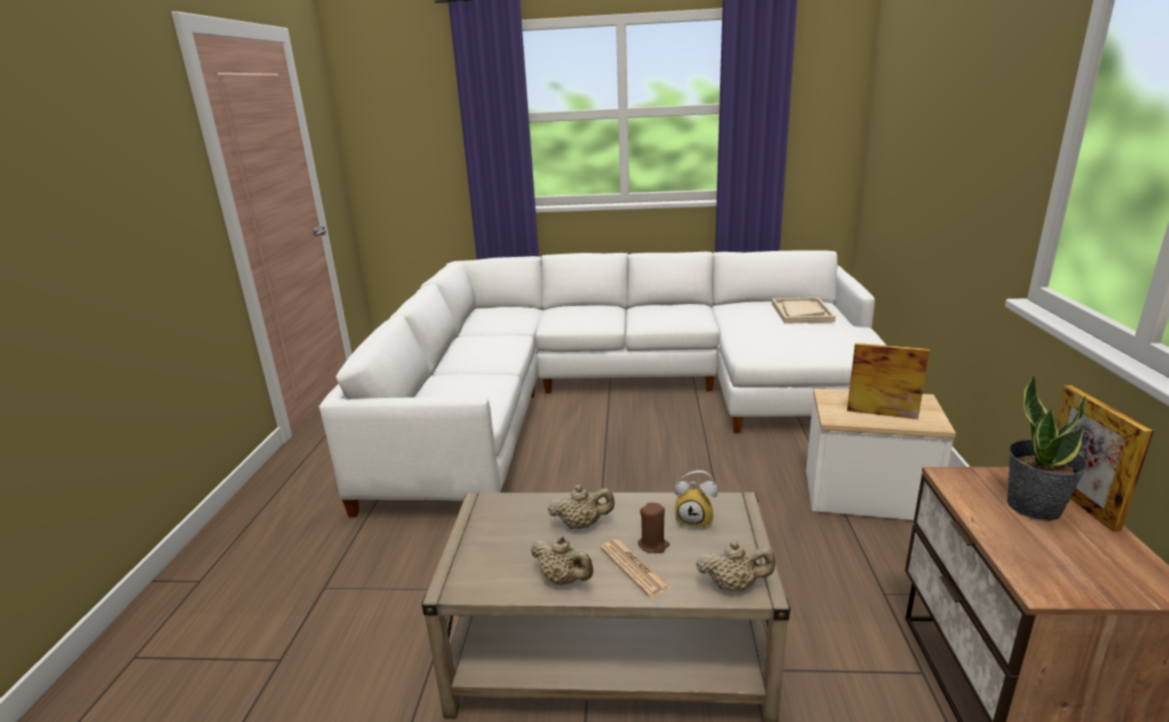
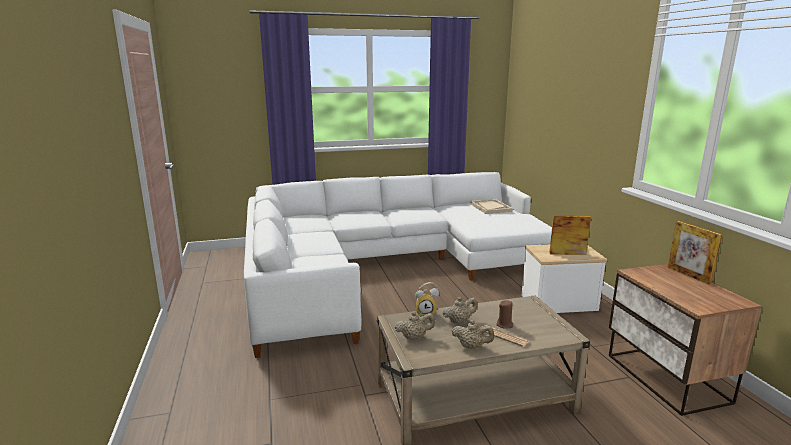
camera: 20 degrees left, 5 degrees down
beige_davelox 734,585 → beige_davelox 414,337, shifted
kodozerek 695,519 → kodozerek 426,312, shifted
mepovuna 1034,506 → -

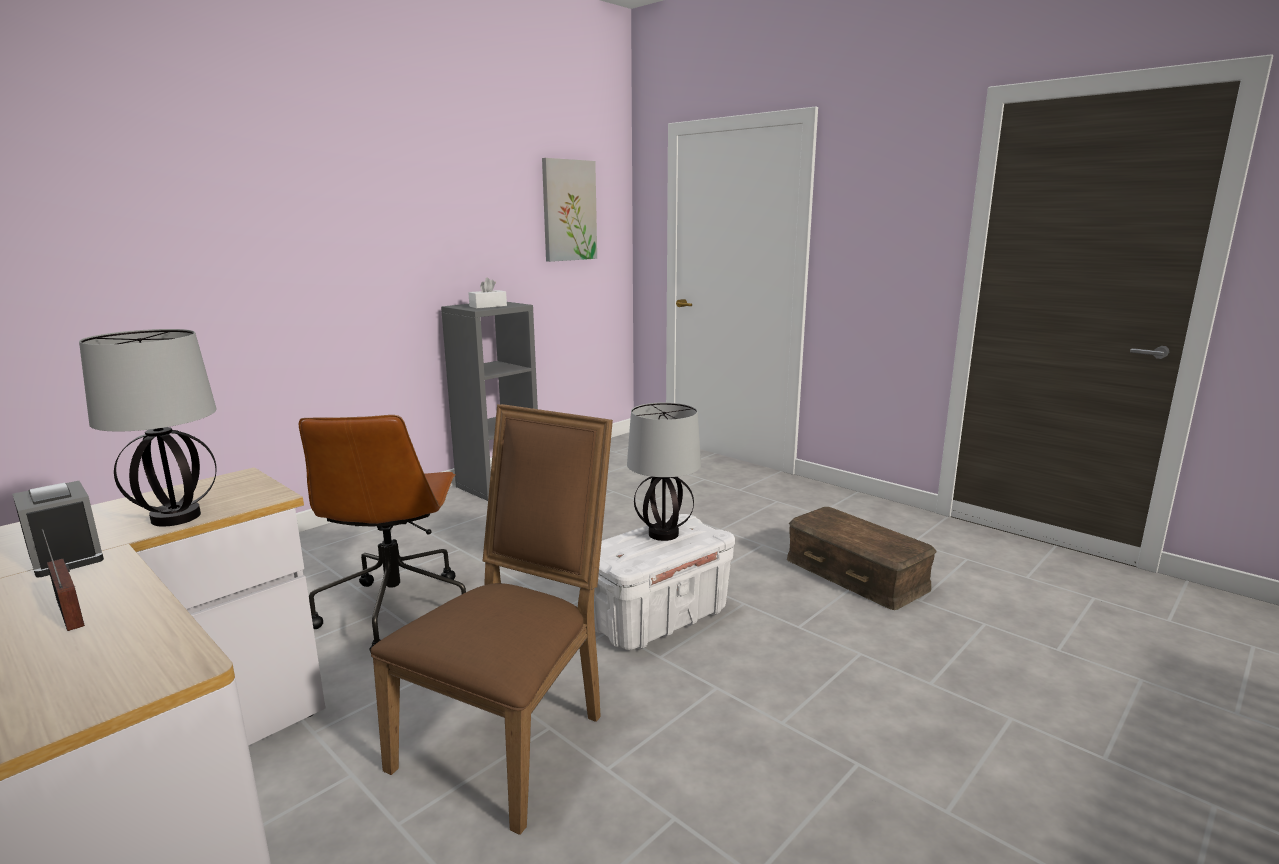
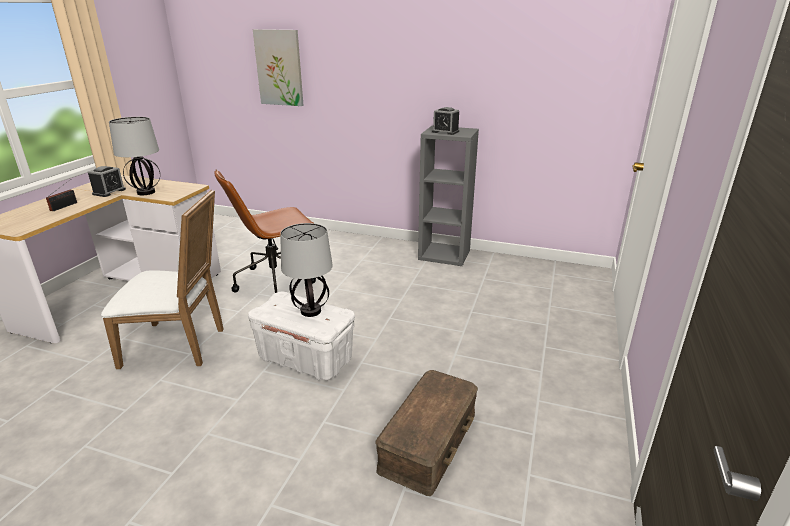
camera: 65 degrees right, 10 degrees up
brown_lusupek 511,737 → white_lusupek 180,346
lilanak 568,210 → lilanak 279,68, shifted
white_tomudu 488,306 → kodozerek 445,132

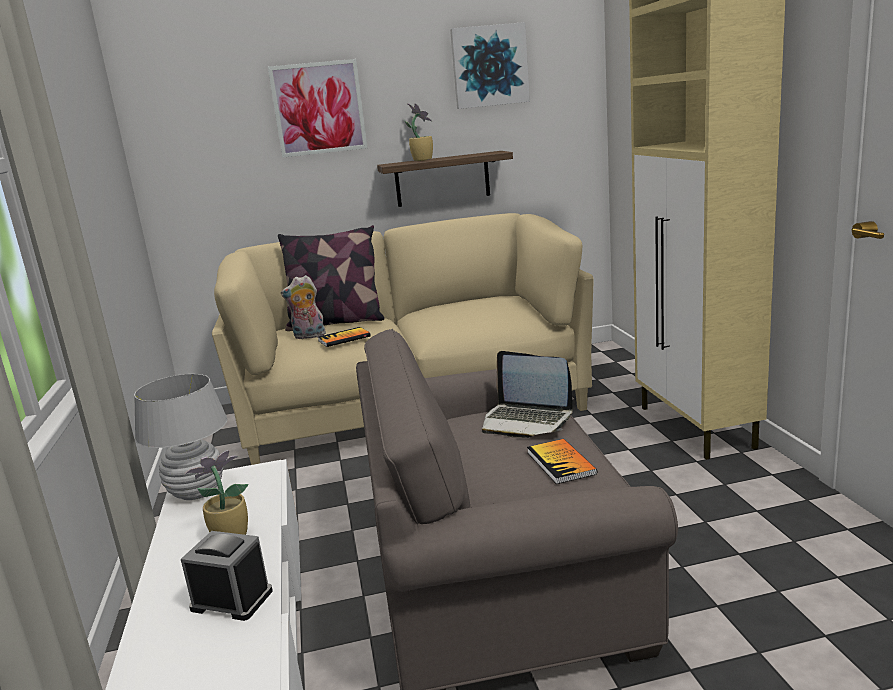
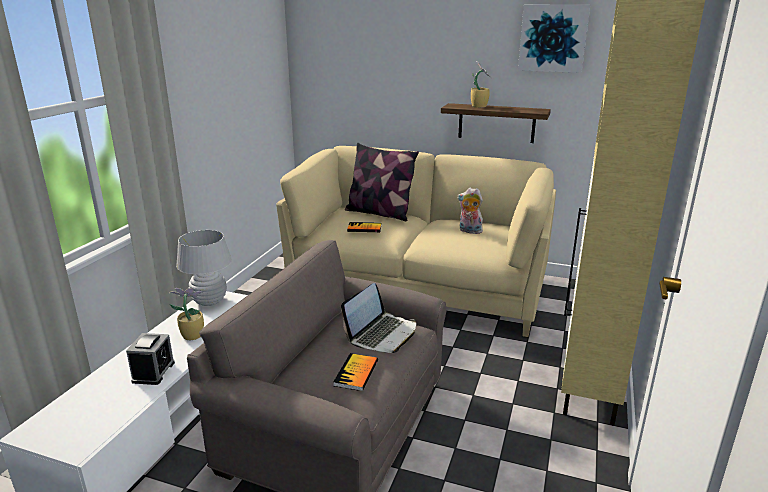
camera: 30 degrees right, 5 degrees up
kodozerek 231,600 → kodozerek 153,372, 45 degrees clockwise
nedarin 526,421 → nedarin 382,334, 120 degrees counterclockwise
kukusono 308,336 → kukusono 469,231, shifted
lilanak 318,108 → -

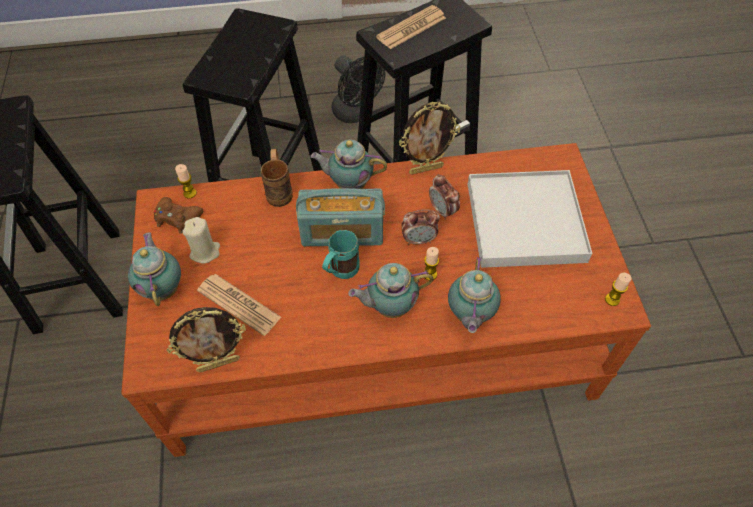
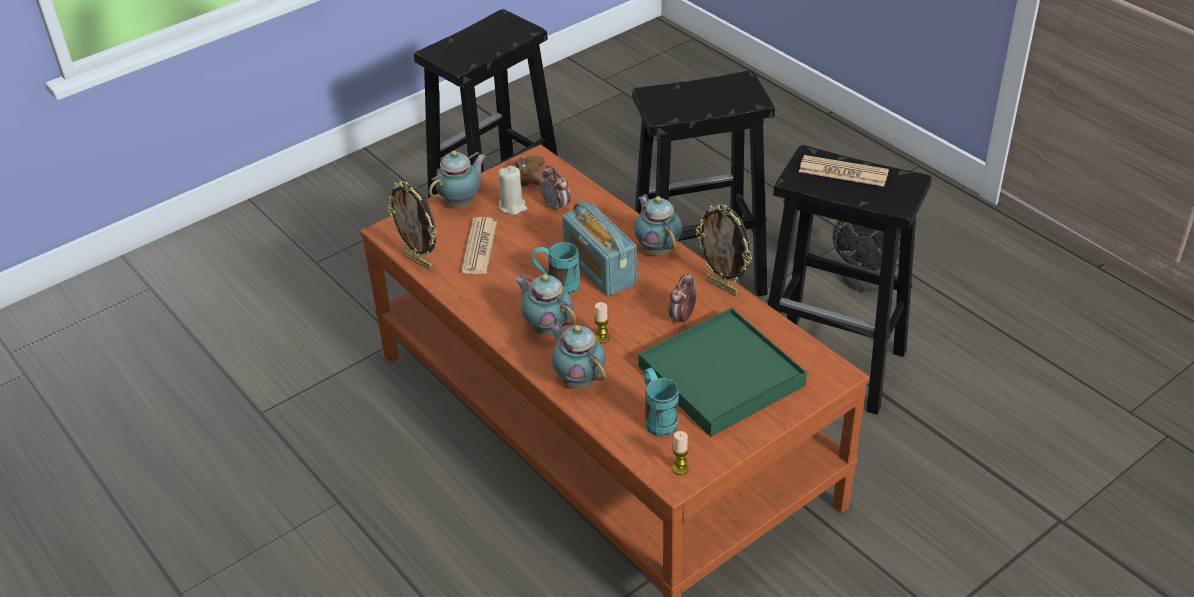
camera: 60 degrees right, 15 degrees down
kodozerek 419,240 → kodozerek 556,207, shifted
davelox 469,316 → davelox 578,380, 75 degrees clockwise
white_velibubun 525,222 → green_velibubun 720,376
- → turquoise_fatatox 658,419
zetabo 190,193 → -
brown_fatatox 279,191 → -

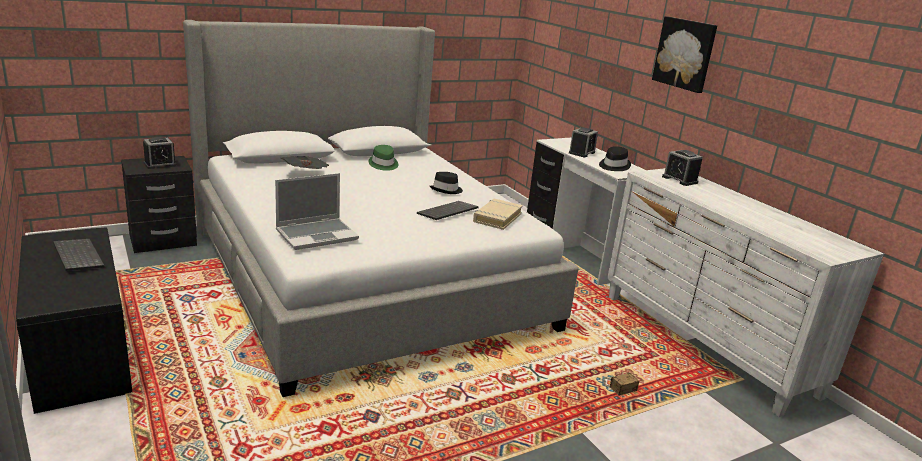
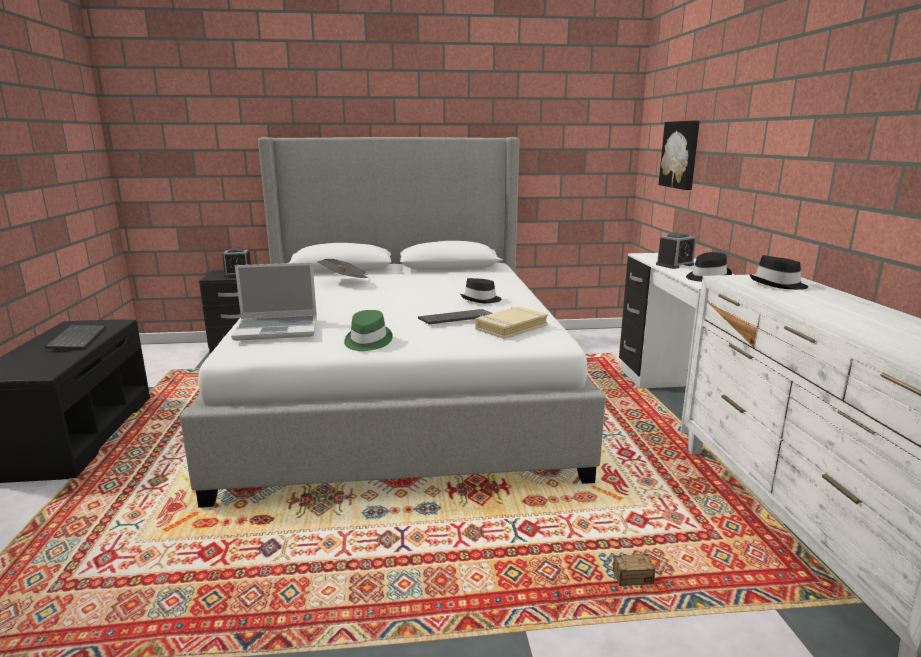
camera: 25 degrees right, 5 degrees down
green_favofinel 383,164 → green_favofinel 367,341, shifted
lilanak 685,54 → lilanak 681,154, shifted
kodozerek 679,180 → black_favofinel 778,285

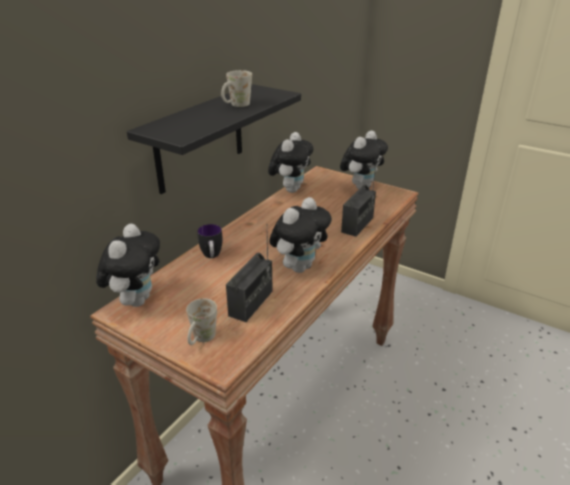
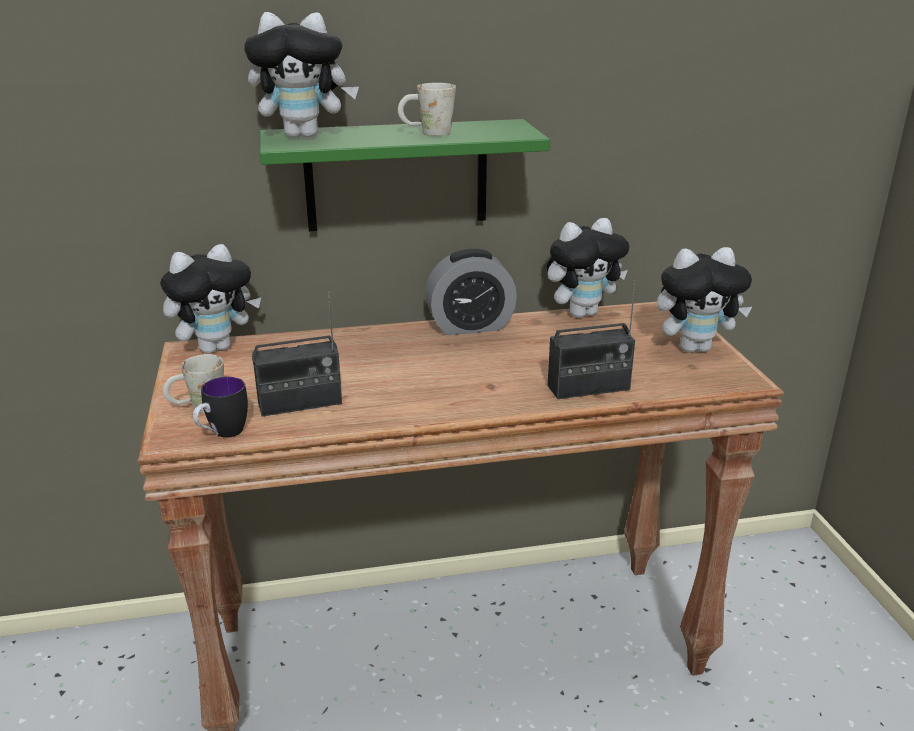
camera: 45 degrees right, 5 degrees down
fatatox 212,257 → fatatox 222,434, shifted
kukusono 299,267 → kukusono 305,136, shifted
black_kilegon 200,138 → green_kilegon 396,175
- → kodozerek 470,326

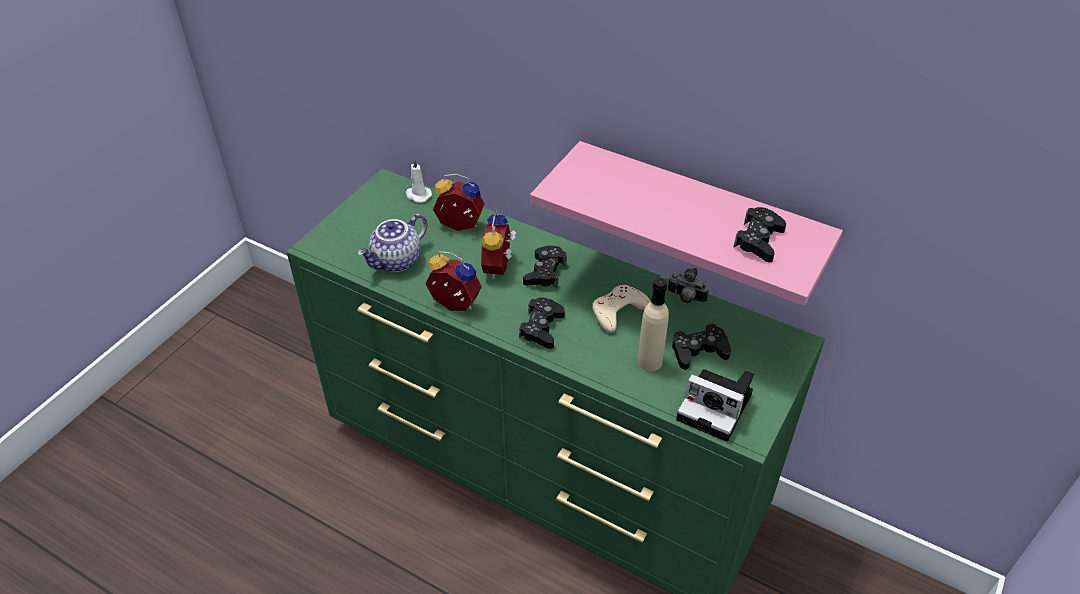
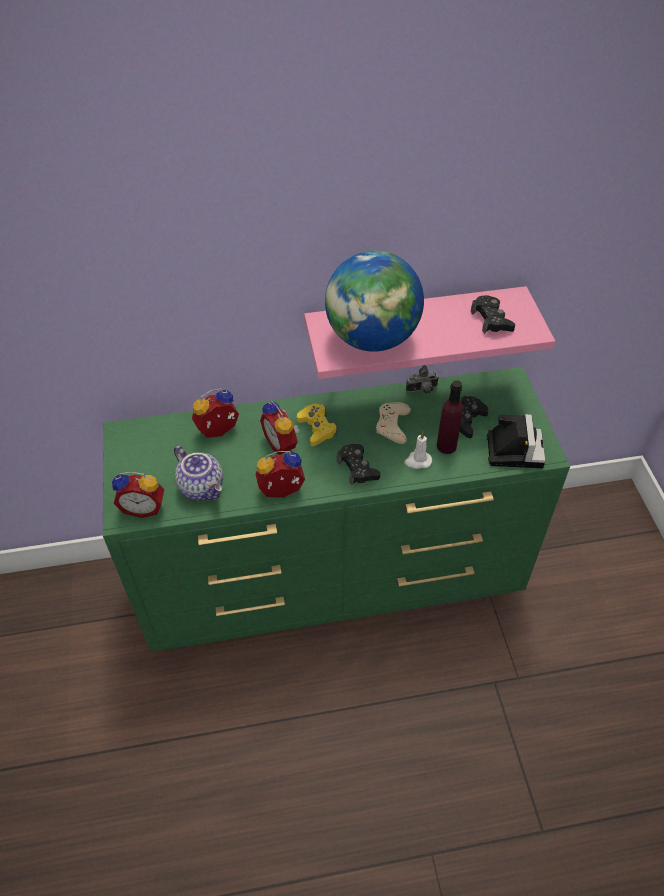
camera: 40 degrees left, 5 degrees up
- → kodozerek 144,507
davelox 397,261 → davelox 203,487, 45 degrees counterclockwise
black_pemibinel 545,272 → yellow_pemibinel 317,428
- → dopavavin 372,339
white_zetabo 418,195 → white_zetabo 417,461, shifted
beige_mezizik 649,361 → purple_mezizik 446,446
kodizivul 717,407 → kodizivul 513,449, 75 degrees counterclockwise

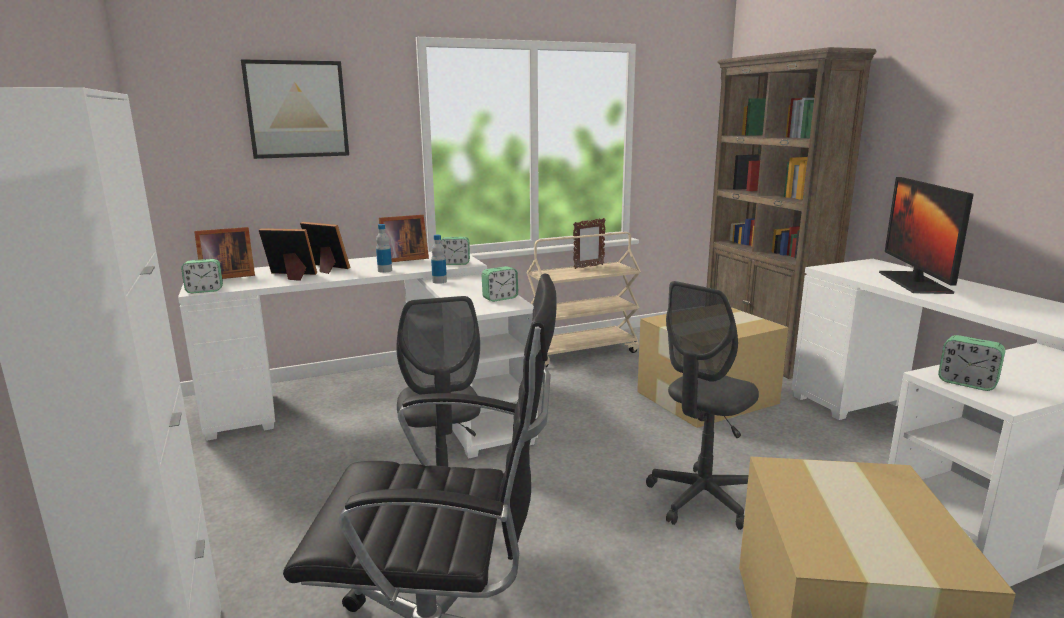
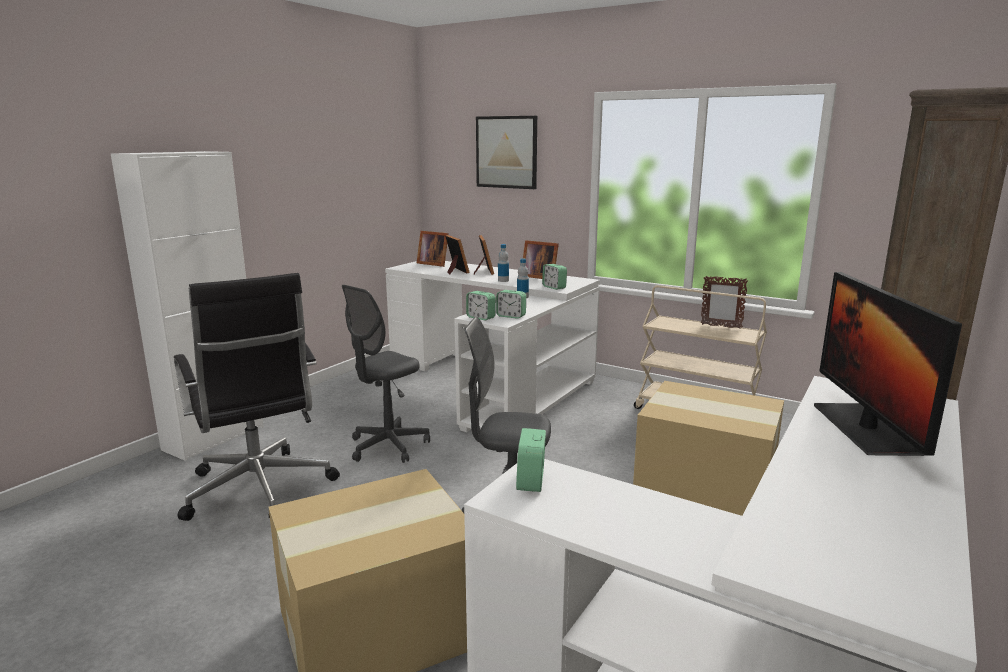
camera: 55 degrees right, 0 degrees up
kodozerek 205,290 → kodozerek 481,317, shifted
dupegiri 914,282 → dupegiri 864,428, 60 degrees counterclockwise

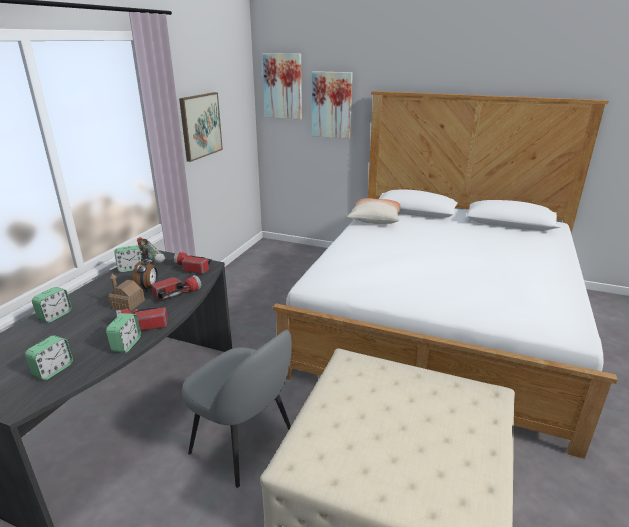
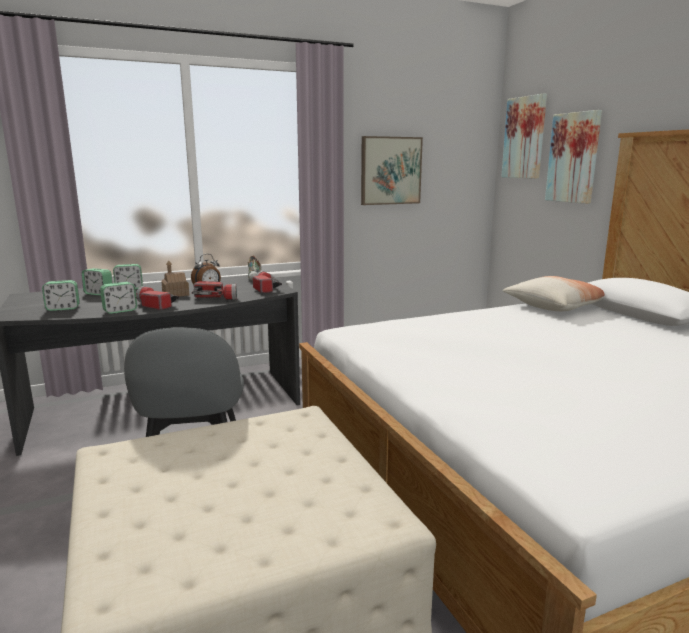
camera: 45 degrees right, 10 degrees down
kodozerek 130,268 → kodozerek 99,293, shifted

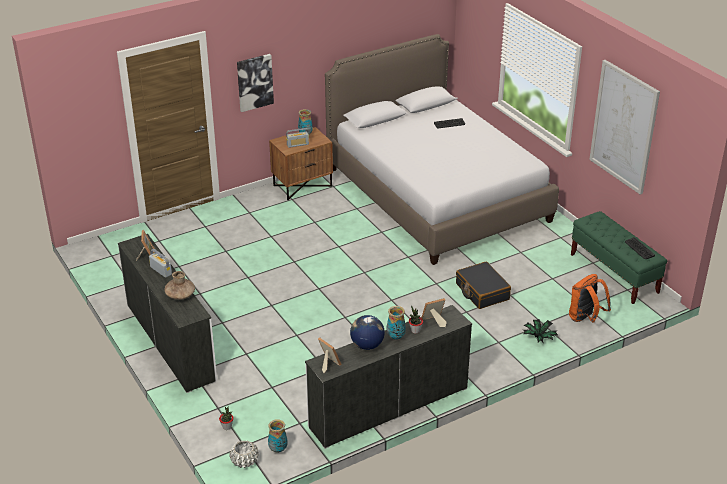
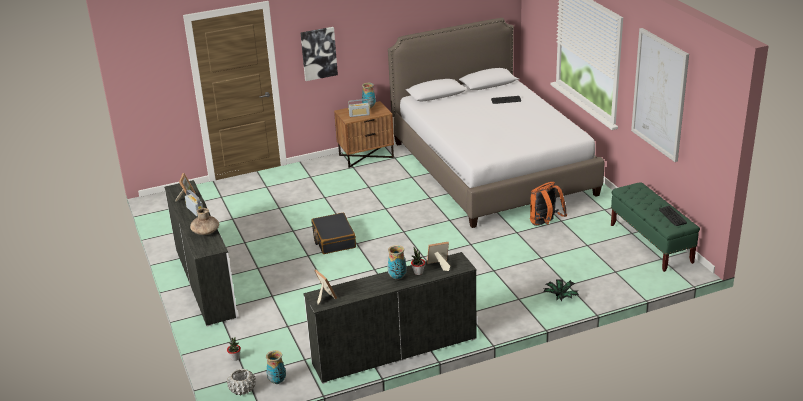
camera: 10 degrees right, 5 degrees down
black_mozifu 482,292 → black_mozifu 333,240, shifted
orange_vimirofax 585,318 → orange_vimirofax 545,223, shifted
dopavavin 367,345 → -

